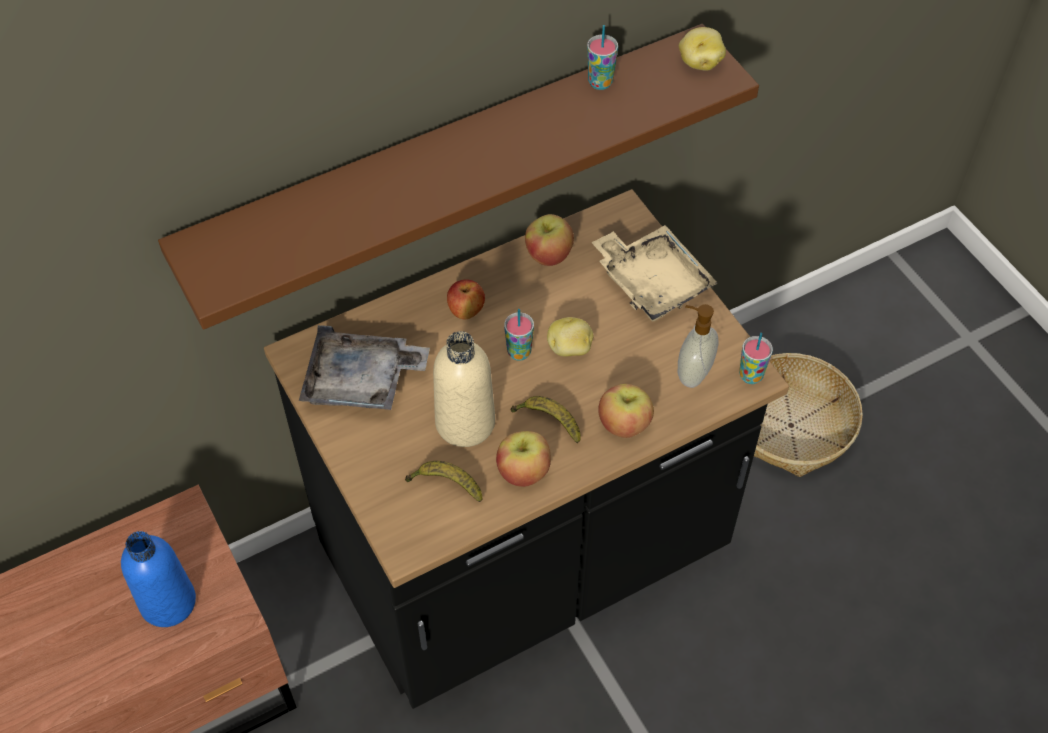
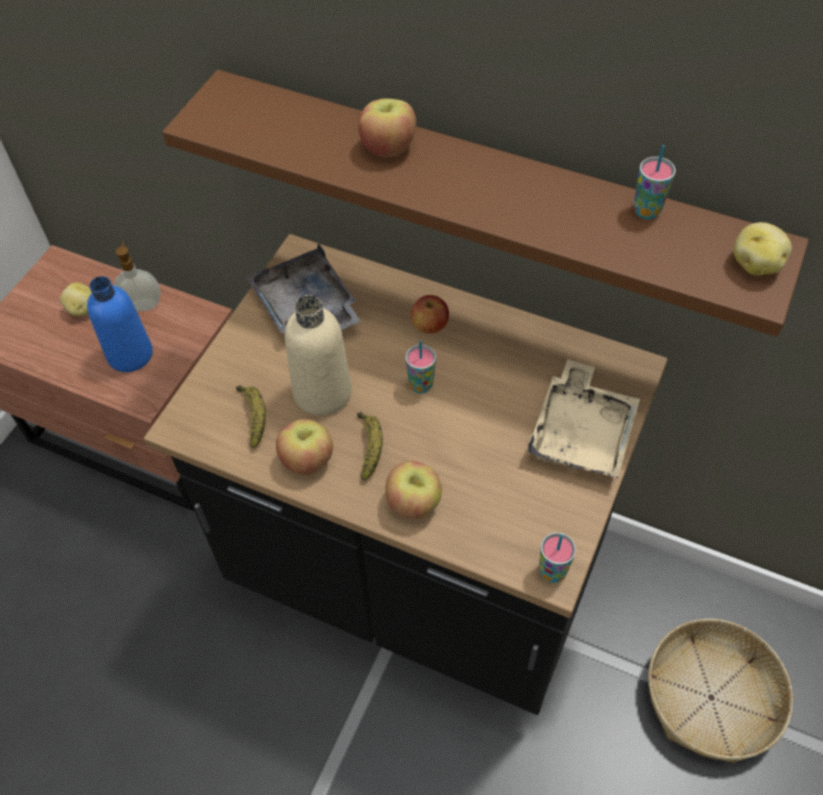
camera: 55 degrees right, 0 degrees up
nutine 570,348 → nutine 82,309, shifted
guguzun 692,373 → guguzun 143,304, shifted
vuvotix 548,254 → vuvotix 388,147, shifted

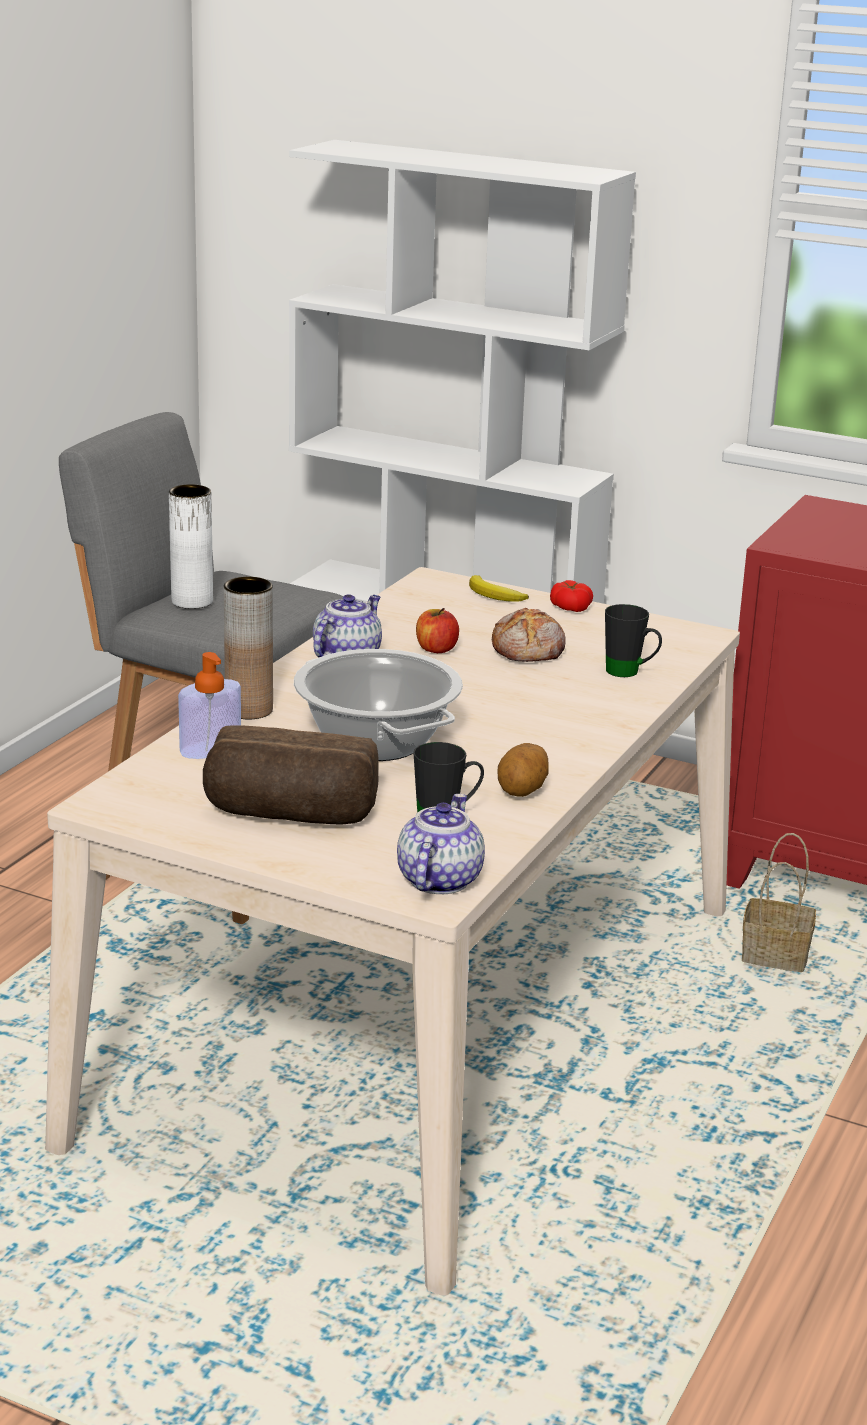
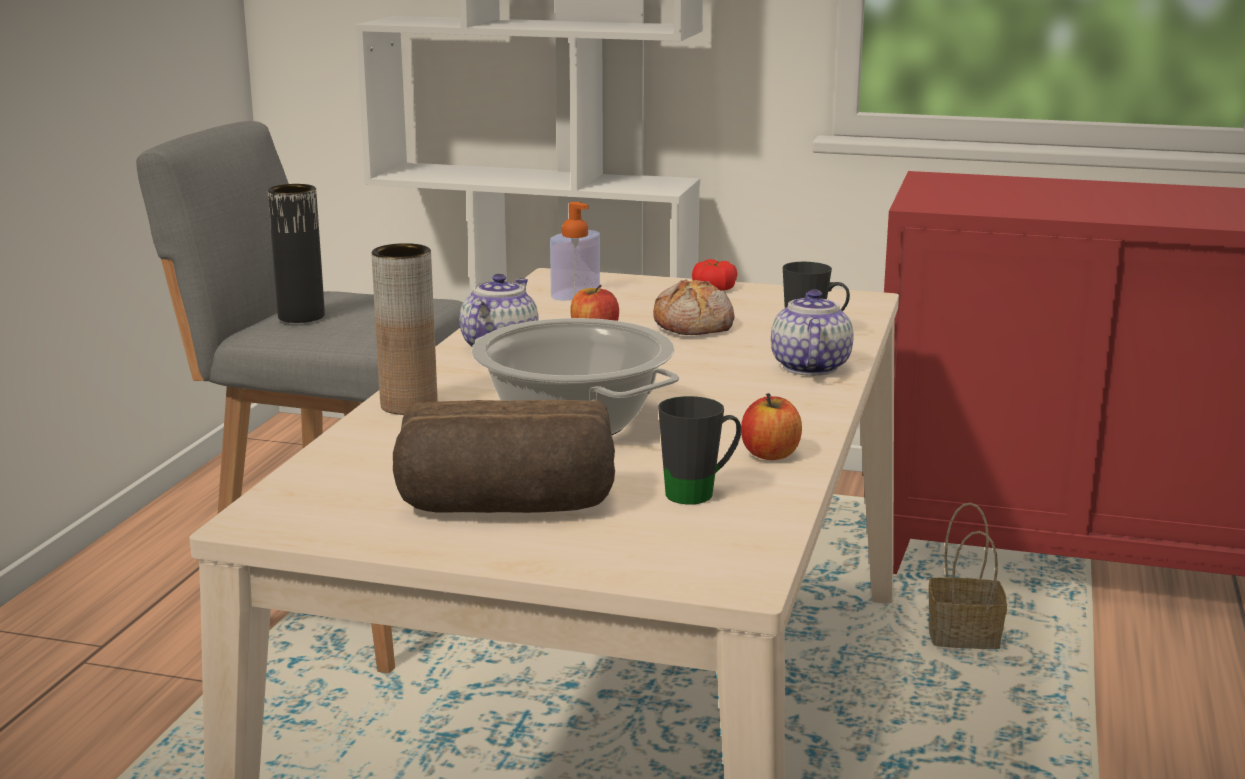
camera: 10 degrees left, 5 degrees down
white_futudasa 192,601 → black_futudasa 301,316
guguzun 210,749 → guguzun 575,294, shifted
nutine 522,791 → vuvotix 770,454
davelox 438,879 → davelox 809,367, shifted
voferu 494,595 → -

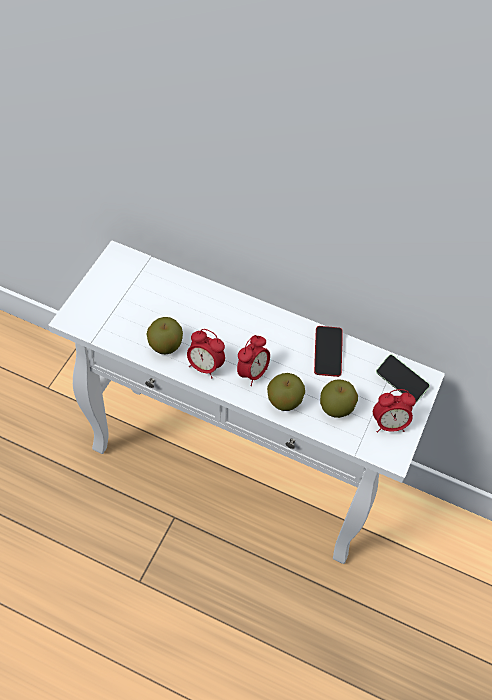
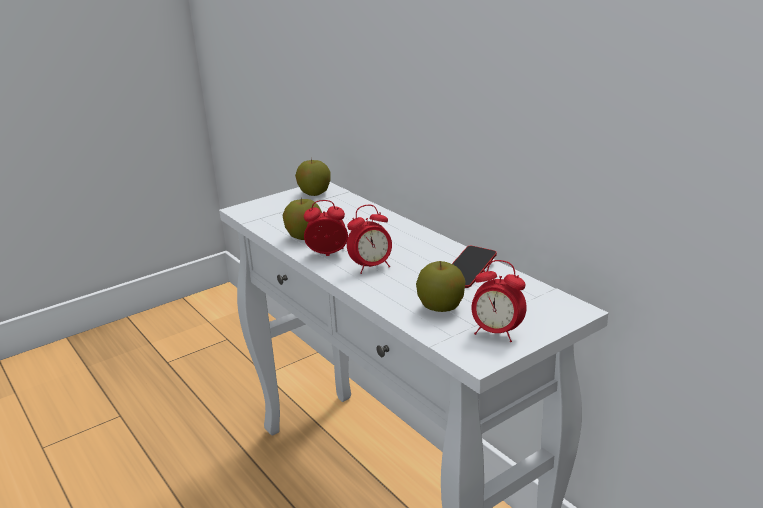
camera: 35 degrees right, 30 degrees down
vuvotix 284,401 → vuvotix 314,193, shifted
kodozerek 205,366 → kodozerek 327,254, 120 degrees clockwise
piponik 401,382 → -

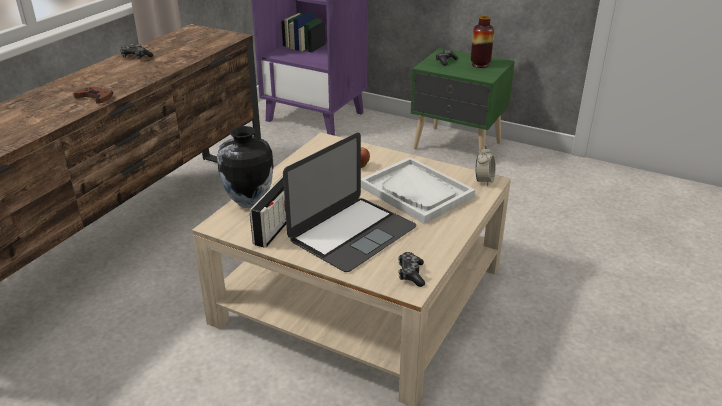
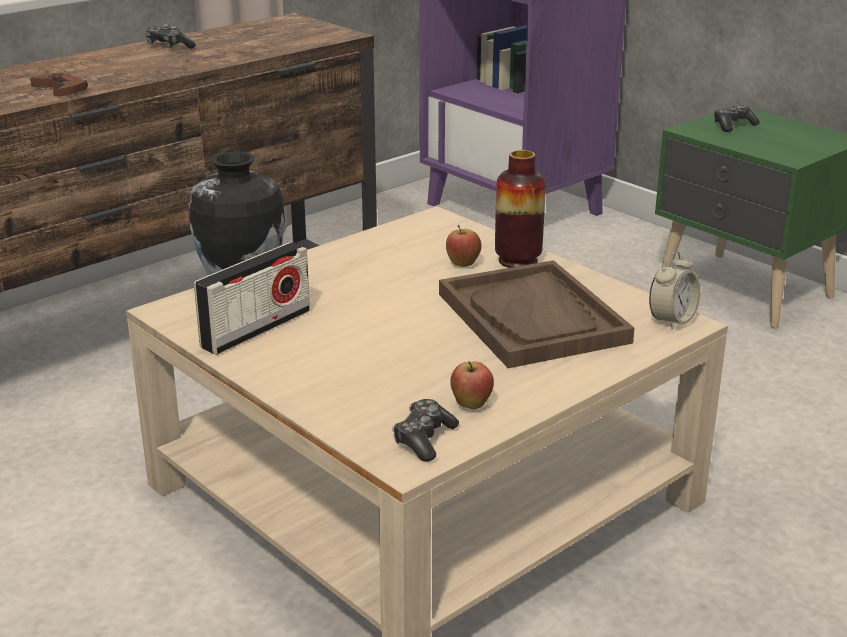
camera: 20 degrees right, 5 degrees down
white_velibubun 416,192 → brown_velibubun 532,318
- → vuvotix 471,406
futudasa 480,65 → futudasa 518,261, shifted
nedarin 352,233 → -

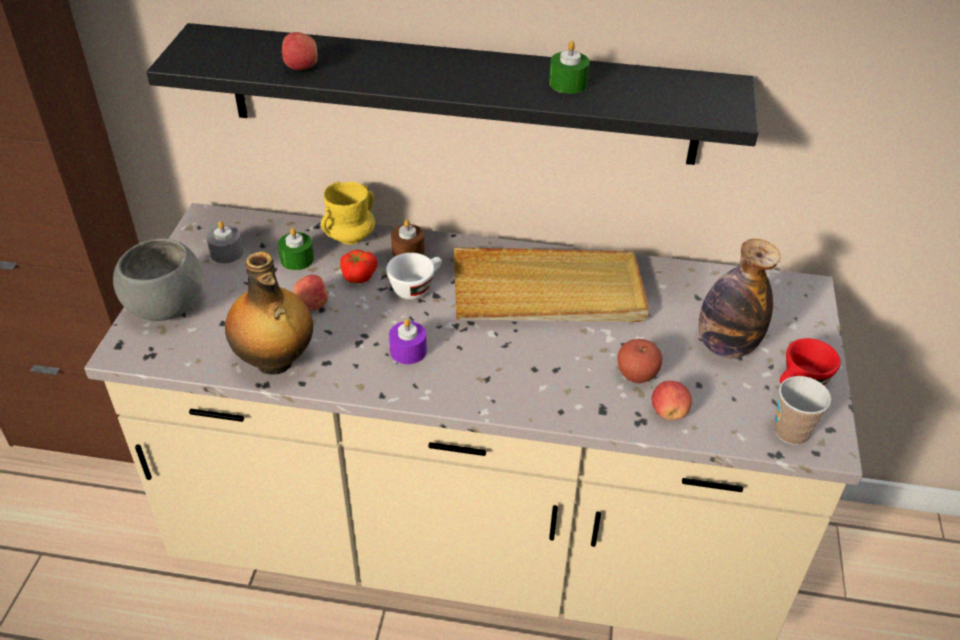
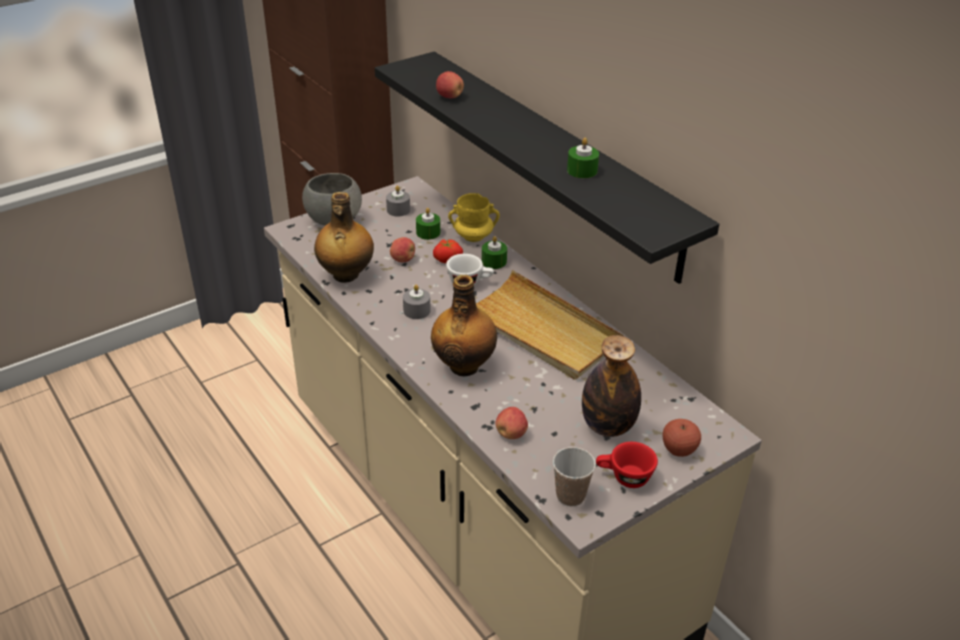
camera: 45 degrees right, 5 degrees down
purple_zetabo 408,351 → grey_zetabo 417,310
- → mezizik 464,365
brown_zetabo 408,251 → green_zetabo 494,261
vuvotix 636,375 → vuvotix 678,450, shifted

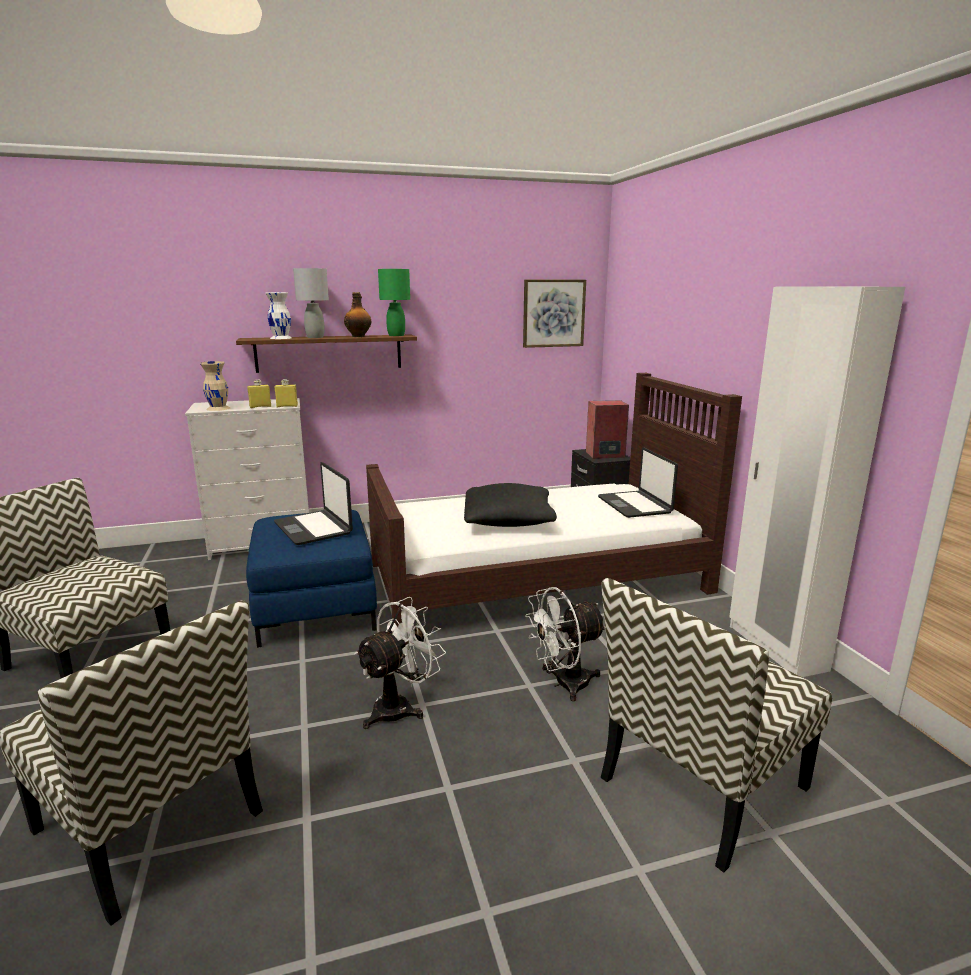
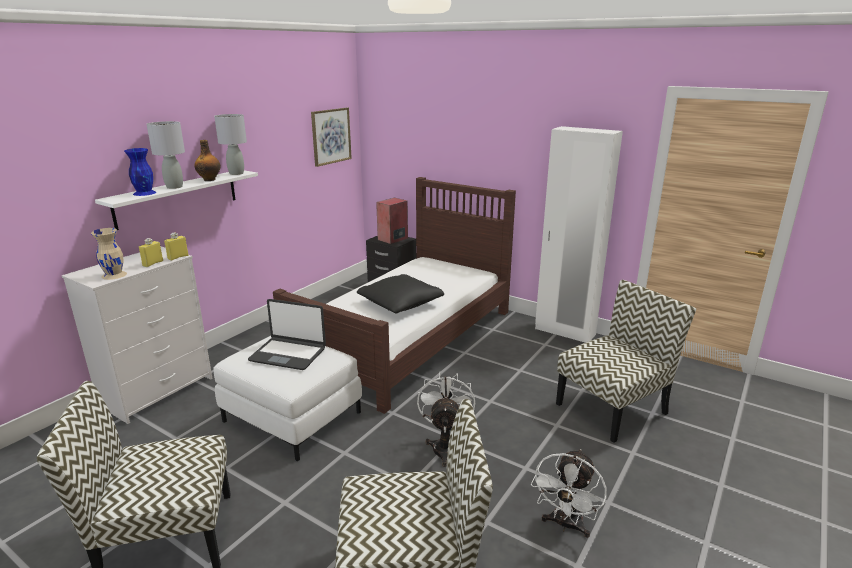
camera: 40 degrees left, 5 degrees up
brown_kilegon 329,353 → white_kilegon 177,198
white_futudasa 281,338 → blue_futudasa 144,193
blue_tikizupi 316,606 → white_tikizupi 292,416
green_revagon 396,335 → grey_revagon 236,173
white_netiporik 563,684 → white_netiporik 565,525, shifted
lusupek 702,785 → lusupek 612,407, 135 degrees counterclockwise
nedarin 635,505 → -

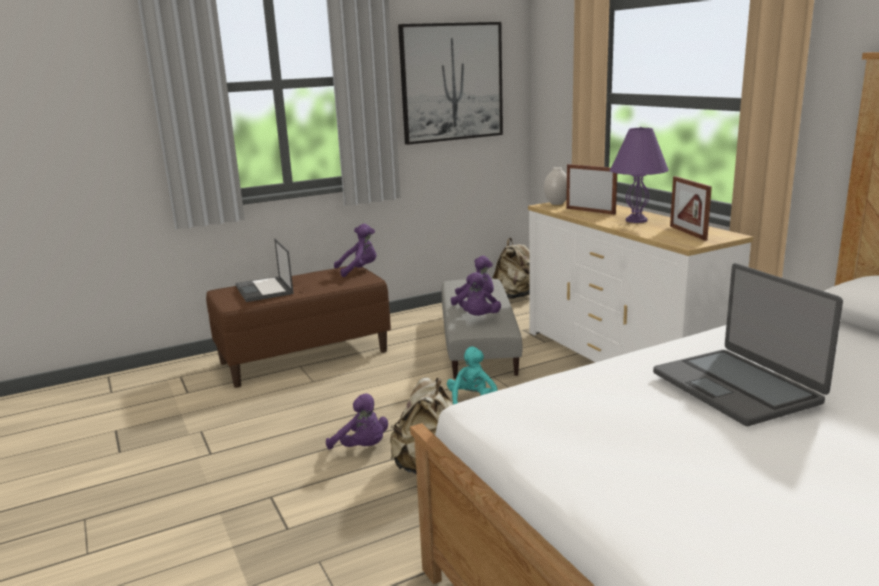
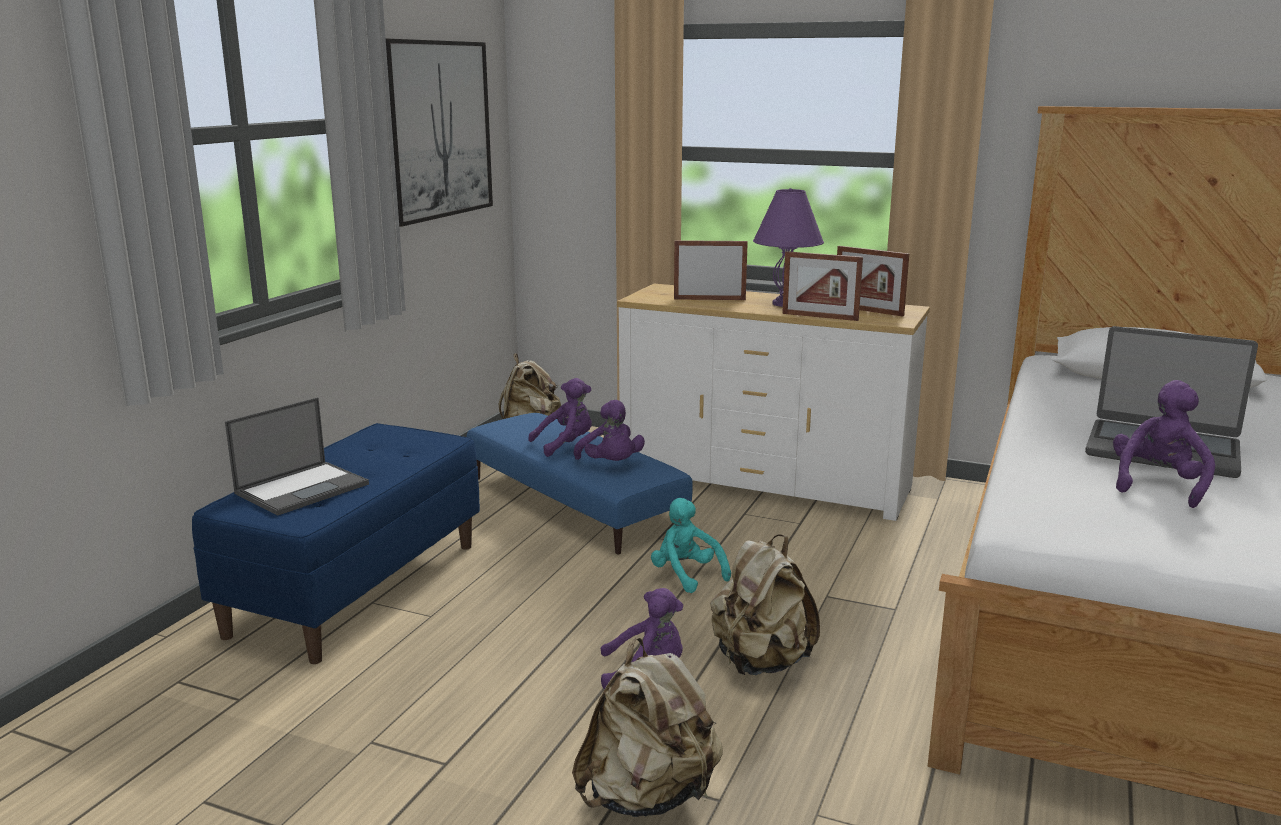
camera: 40 degrees left, 0 degrees up
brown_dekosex 304,356 → blue_dekosex 356,587
nedarin 264,290 → nedarin 303,488, 75 degrees counterclockwise
grey_tikizupi 478,342 → blue_tikizupi 574,502
- → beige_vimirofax 648,796
- → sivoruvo 820,317
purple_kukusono 359,270 → purple_kukusono 1157,485, shifted
white_futudasa 556,203 → -

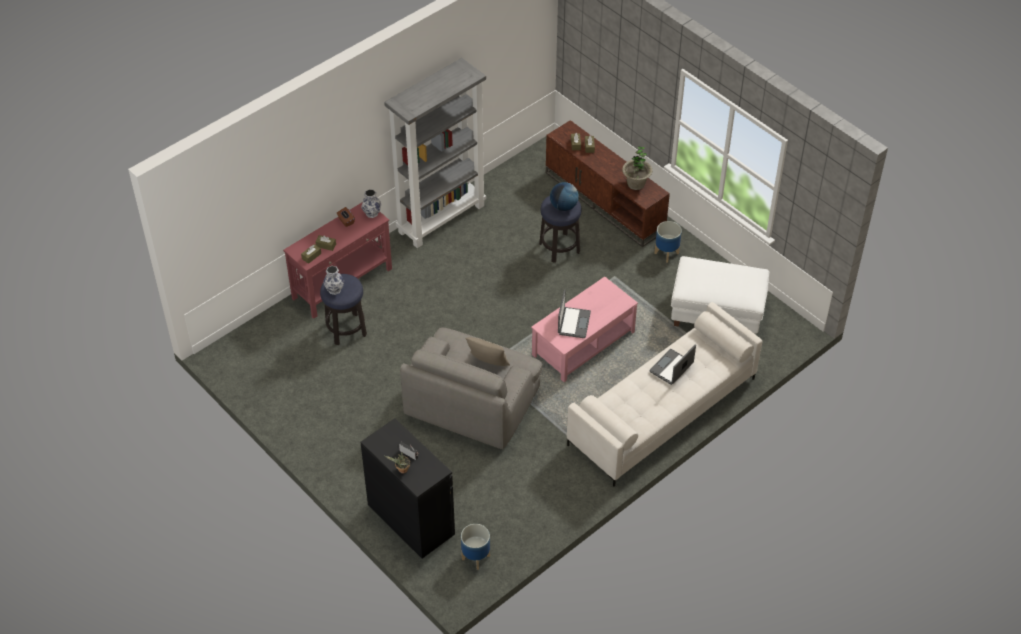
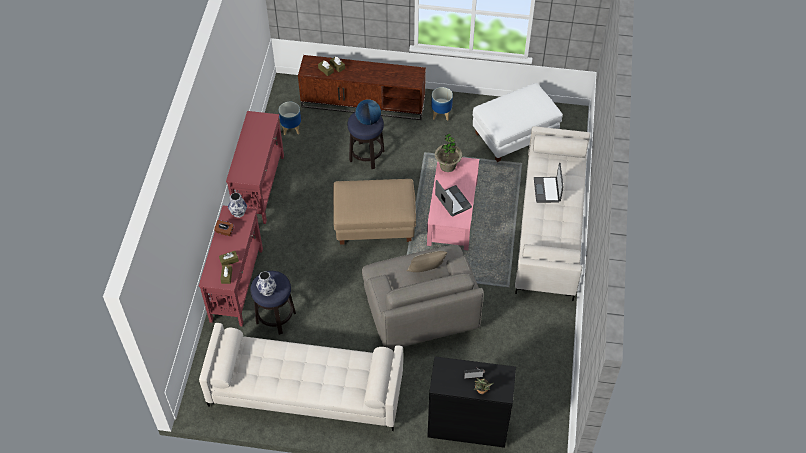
camera: 40 degrees left, 5 degrees up
- → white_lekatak 305,391
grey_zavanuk 441,218 → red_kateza 260,187
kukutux 475,558 → kukutux 291,129, shifted
- → beige_tikizupi 375,224
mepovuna 636,184 → mepovuna 448,166, shifted

